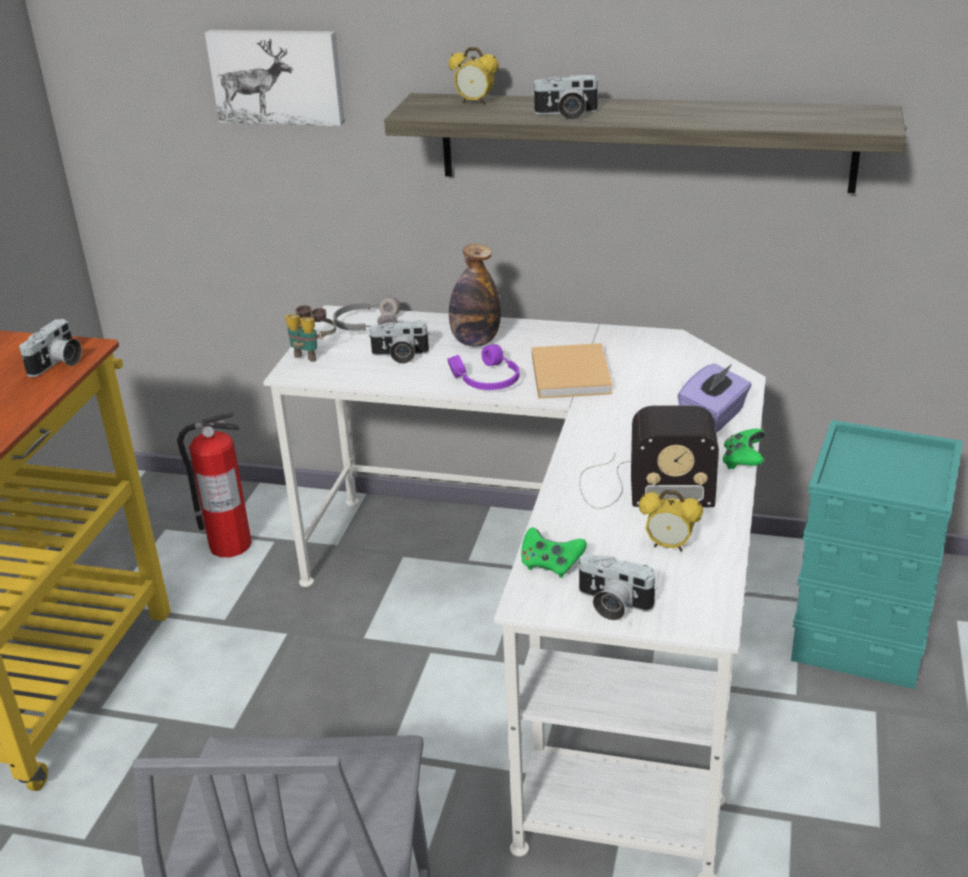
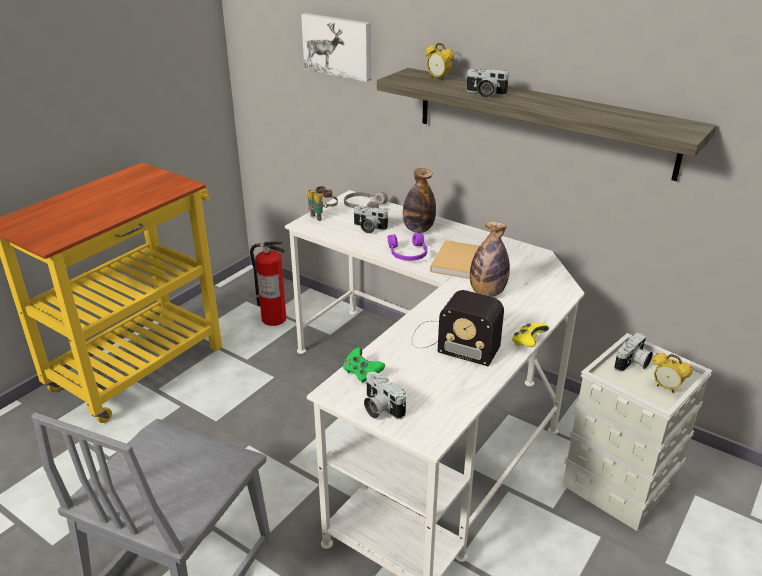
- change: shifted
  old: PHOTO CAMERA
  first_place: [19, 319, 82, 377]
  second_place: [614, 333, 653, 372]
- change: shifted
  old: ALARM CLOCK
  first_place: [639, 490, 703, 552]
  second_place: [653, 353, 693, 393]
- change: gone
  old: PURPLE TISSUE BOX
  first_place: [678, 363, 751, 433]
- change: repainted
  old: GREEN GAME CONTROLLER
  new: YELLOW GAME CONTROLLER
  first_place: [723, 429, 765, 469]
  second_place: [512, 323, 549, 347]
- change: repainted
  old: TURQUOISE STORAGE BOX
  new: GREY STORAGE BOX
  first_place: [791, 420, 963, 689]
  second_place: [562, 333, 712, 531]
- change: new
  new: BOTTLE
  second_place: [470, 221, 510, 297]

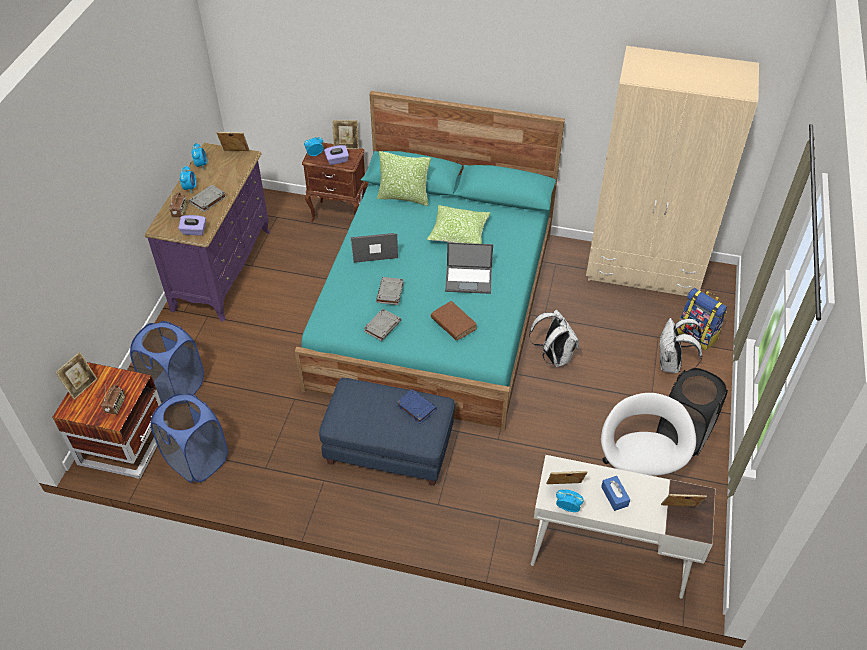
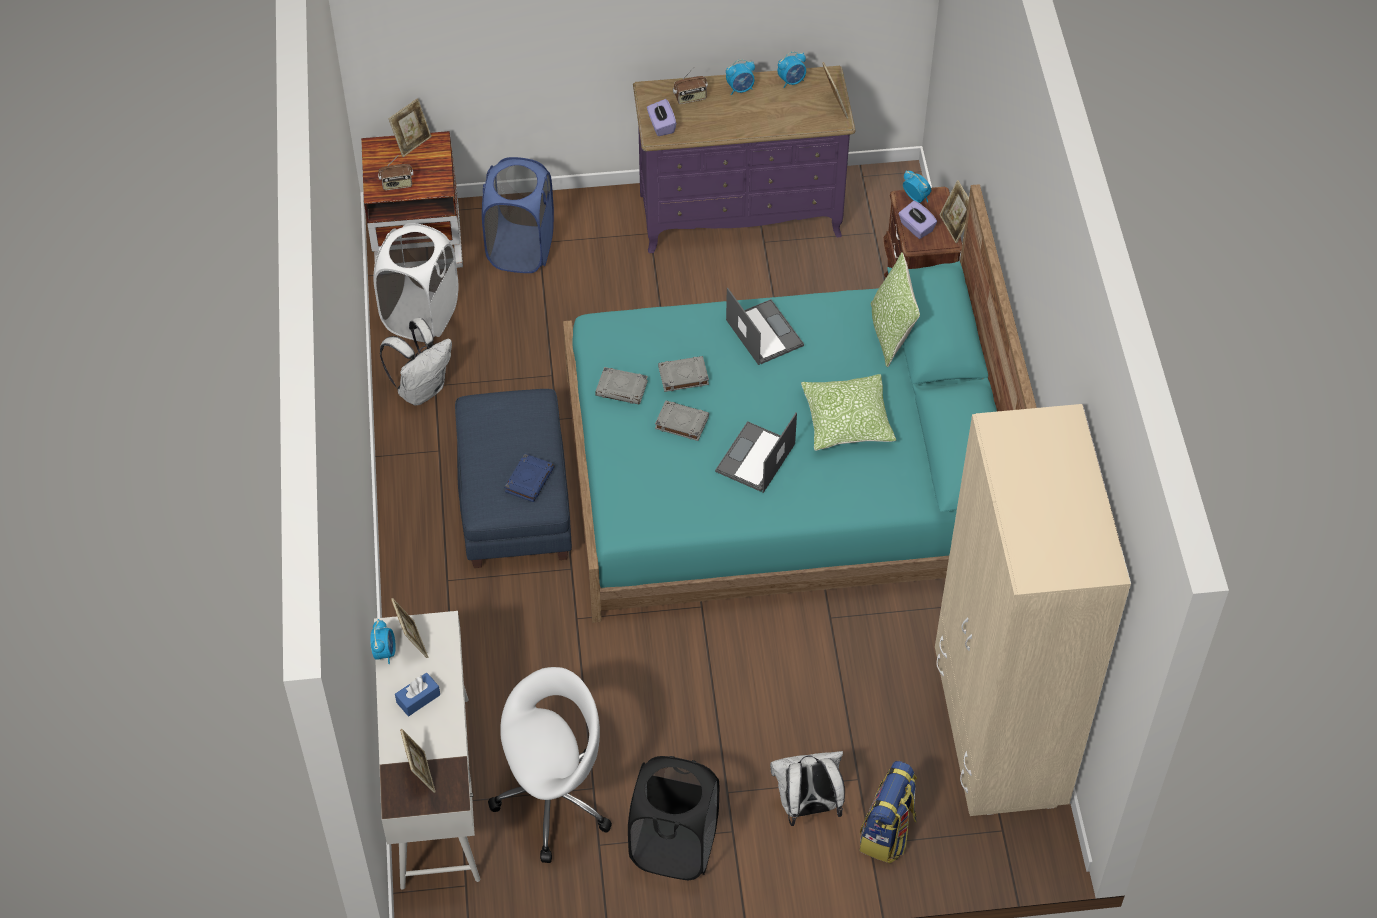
- change: rotated
  old: PICTURE FRAME
  first_place: [55, 352, 97, 400]
  second_place: [388, 98, 432, 157]
  degrees: -60
- change: repainted
  old: BLUE LAUNDRY BASKET
  new: WHITE LAUNDRY BASKET
  first_place: [151, 393, 228, 483]
  second_place: [373, 223, 459, 342]
- change: shifted
  old: GREY BOOK
  first_place: [189, 185, 226, 212]
  second_place: [655, 401, 709, 441]
- change: gone
  old: BROWN BOOK
  first_place: [431, 301, 477, 340]
- change: rotated
  old: LAPTOP
  first_place: [445, 242, 493, 294]
  second_place: [715, 412, 797, 493]
  degrees: 45
- change: shifted
  old: WHITE BACKPACK
  first_place: [529, 310, 579, 367]
  second_place: [380, 318, 452, 406]

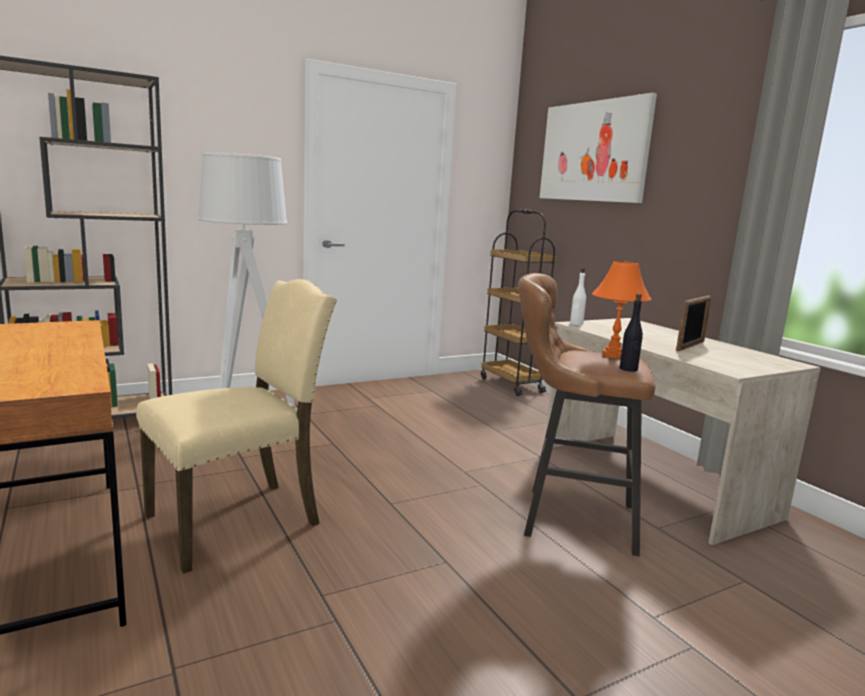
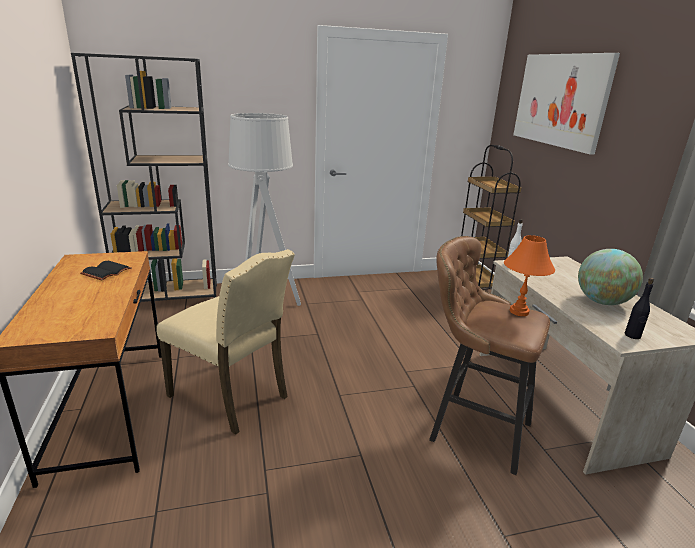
- change: rotated
  old: BEIGE CHAIR
  first_place: [136, 279, 337, 574]
  second_place: [156, 249, 295, 435]
  degrees: 60
- change: shifted
  old: BLACK BOTTLE
  first_place: [619, 294, 643, 372]
  second_place: [625, 278, 654, 339]
- change: swapped
  old: PICTURE FRAME
  new: GLOBE
  first_place: [676, 296, 711, 351]
  second_place: [578, 249, 643, 305]
- change: new
  new: BLACK BOOK
  second_place: [80, 260, 132, 280]

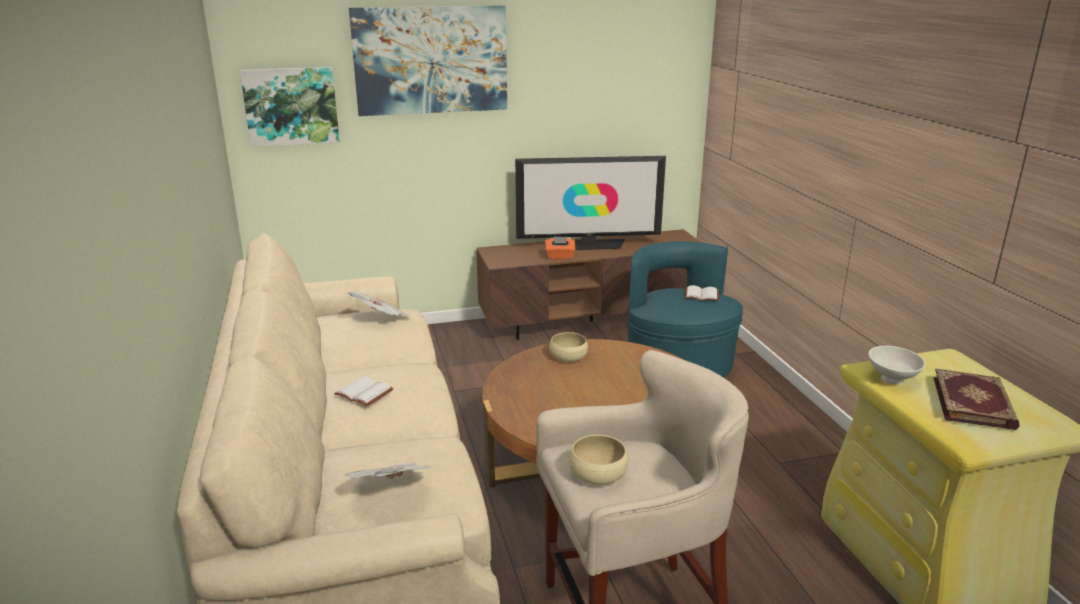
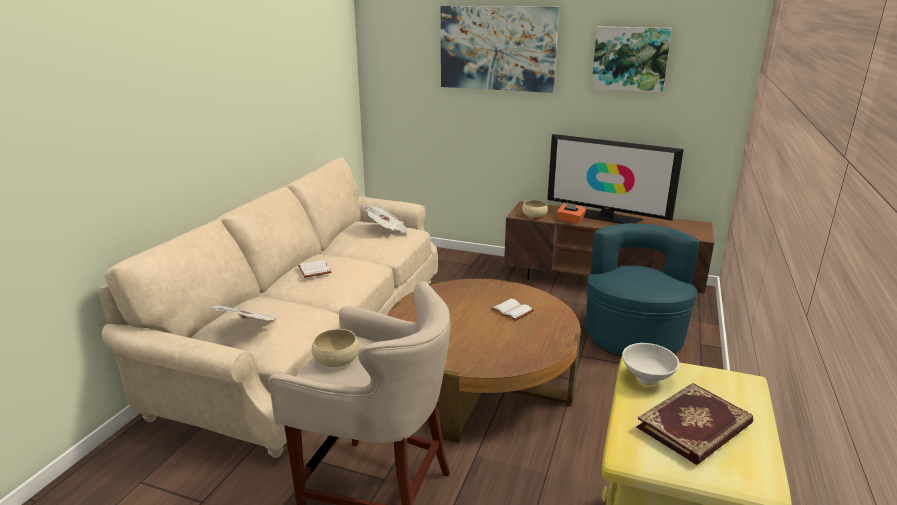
- change: shifted
  old: PICTURE
  first_place: [240, 67, 340, 147]
  second_place: [591, 27, 672, 93]
- change: shifted
  old: BEIGE BOWL
  first_place: [549, 332, 588, 362]
  second_place: [522, 200, 548, 218]
- change: shifted
  old: WHITE BOOK
  first_place: [685, 285, 719, 301]
  second_place: [491, 299, 534, 321]

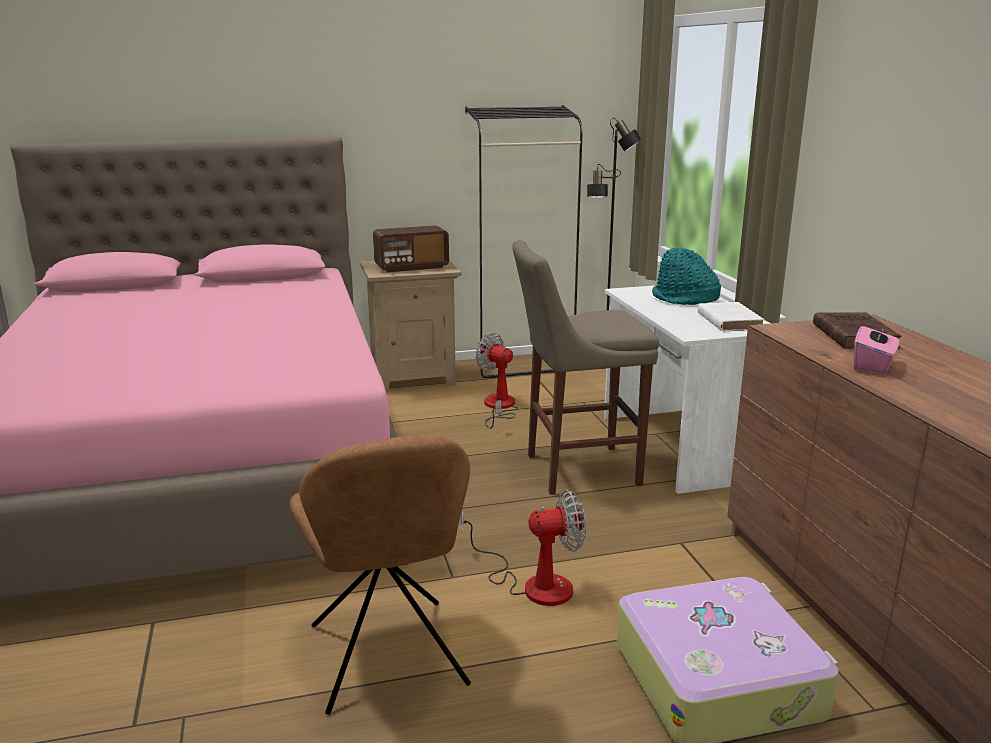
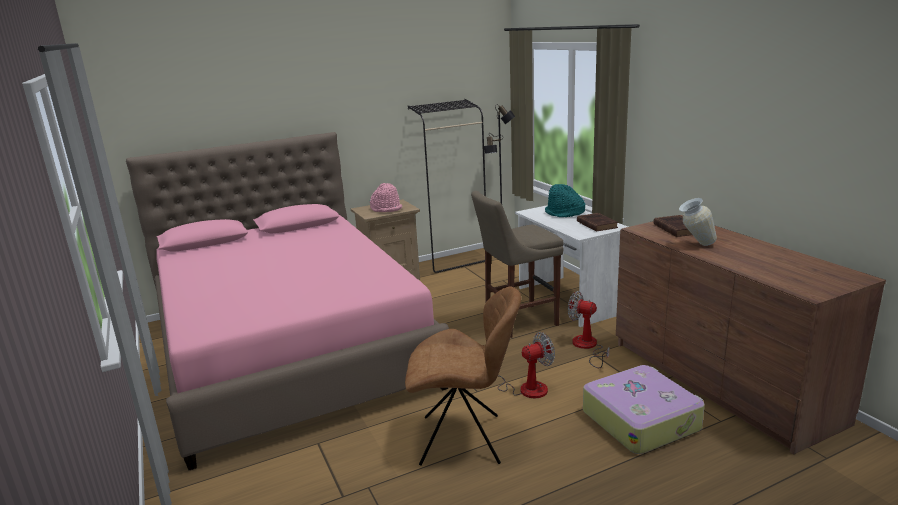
- change: rotated
  old: BROWN CHAIR
  first_place: [290, 435, 471, 715]
  second_place: [405, 286, 521, 466]
  degrees: -60
- change: swapped
  old: RADIO
  new: PINK HAT
  first_place: [373, 225, 449, 272]
  second_place: [370, 183, 402, 212]
- change: shifted
  old: FAN
  first_place: [475, 333, 518, 429]
  second_place: [568, 291, 609, 368]
- change: repainted
  old: WHITE BOOK
  new: BROWN BOOK
  first_place: [698, 302, 765, 331]
  second_place: [577, 213, 618, 232]
- change: swapped
  old: PINK TISSUE BOX
  new: VASE
  first_place: [854, 322, 899, 375]
  second_place: [679, 198, 717, 246]

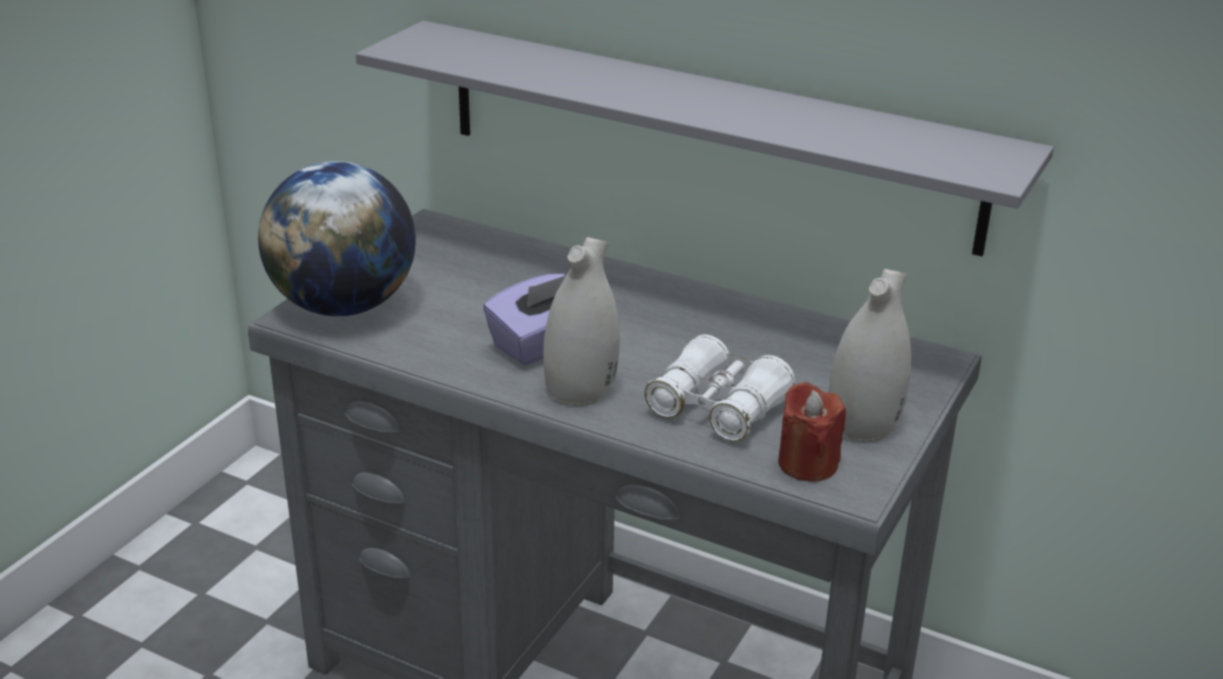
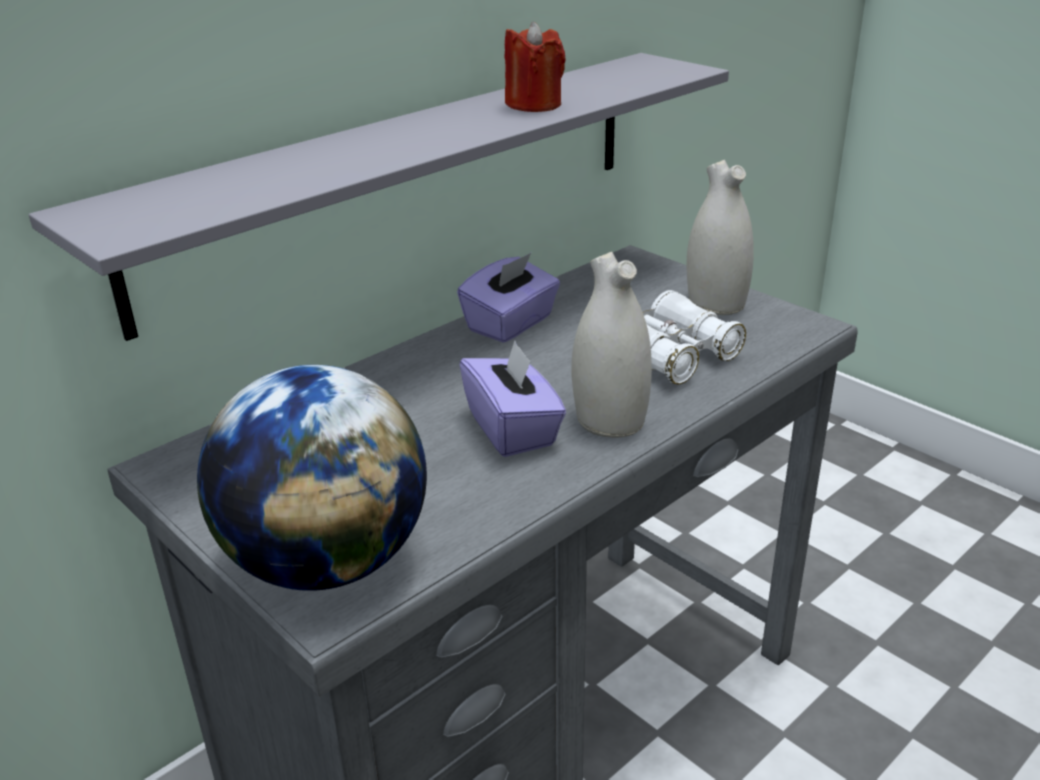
- change: shifted
  old: RED CANDLE
  first_place: [778, 382, 846, 482]
  second_place: [505, 21, 566, 112]
- change: new
  new: PURPLE TISSUE BOX
  second_place: [457, 253, 560, 343]

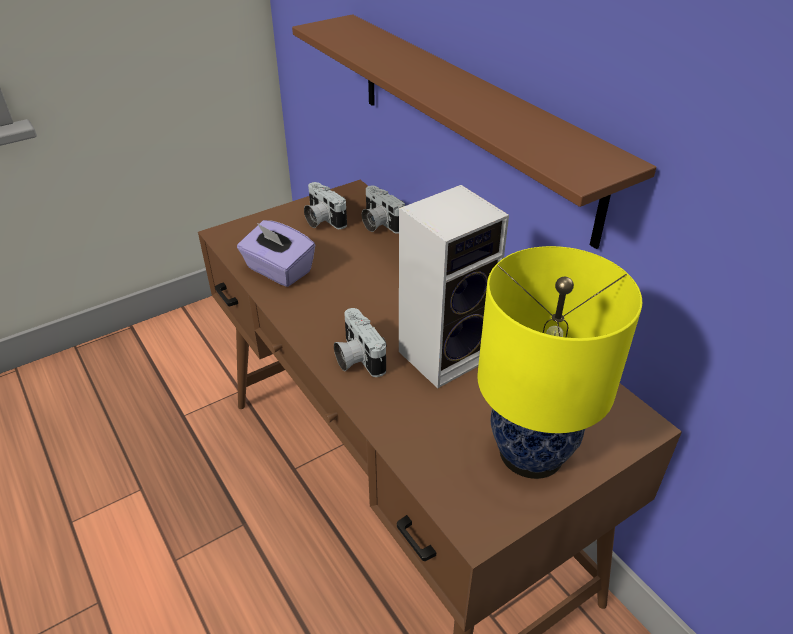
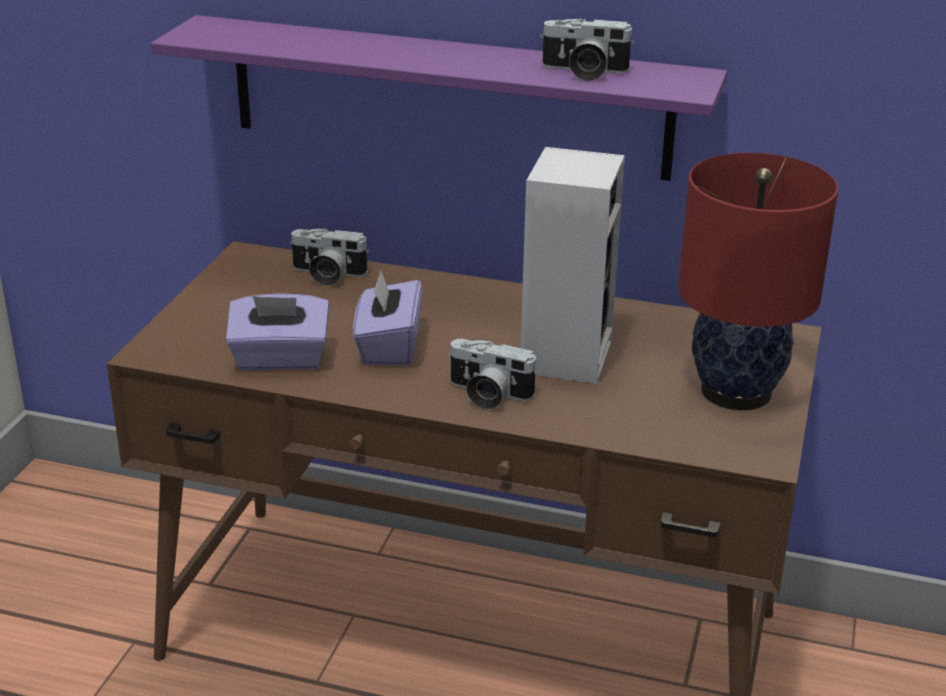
- change: repainted
  old: BROWN SHELF
  new: PURPLE SHELF
  first_place: [292, 14, 656, 249]
  second_place: [151, 15, 727, 181]
- change: shifted
  old: PHOTO CAMERA
  first_place: [304, 182, 347, 229]
  second_place: [540, 19, 634, 81]
- change: repainted
  old: YELLOW TABLE LAMP
  new: RED TABLE LAMP
  first_place: [477, 246, 642, 479]
  second_place: [678, 153, 838, 410]
- change: new
  new: PURPLE TISSUE BOX
  second_place: [353, 271, 422, 366]

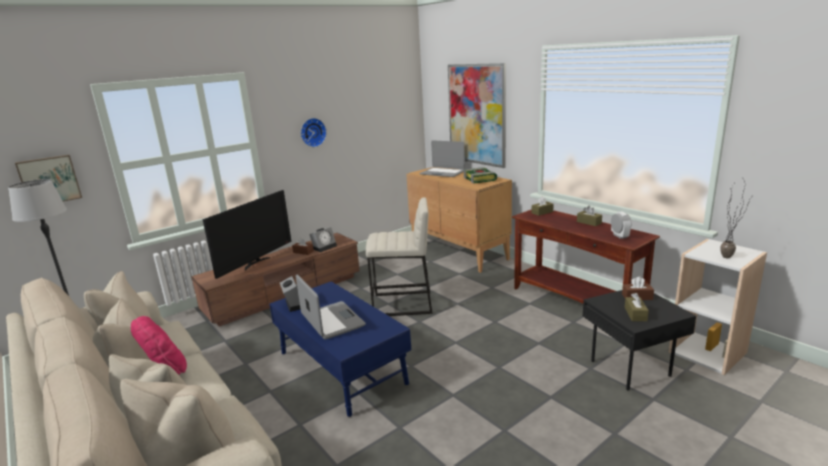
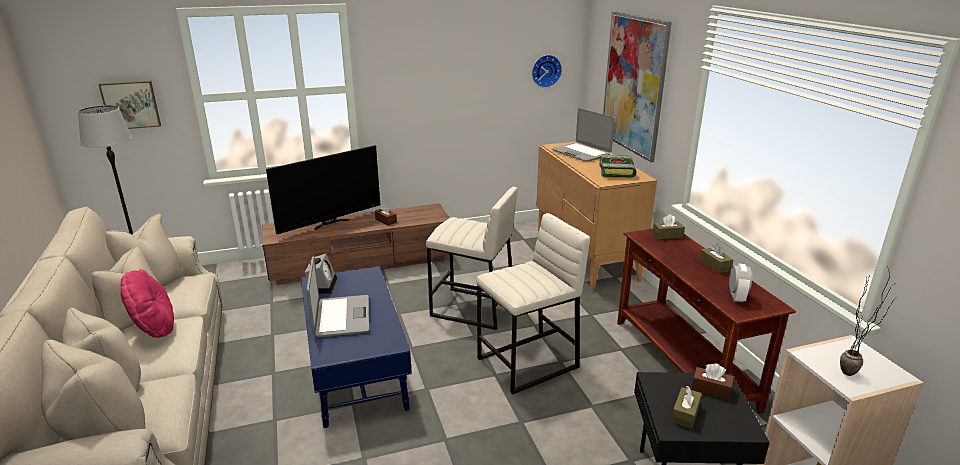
- change: shifted
  old: WALL CLOCK
  first_place: [301, 118, 327, 147]
  second_place: [532, 55, 562, 88]
- change: gone
  old: ALARM CLOCK
  first_place: [309, 227, 337, 252]
- change: new
  new: BEIGE STOOL
  second_place: [476, 213, 590, 395]

